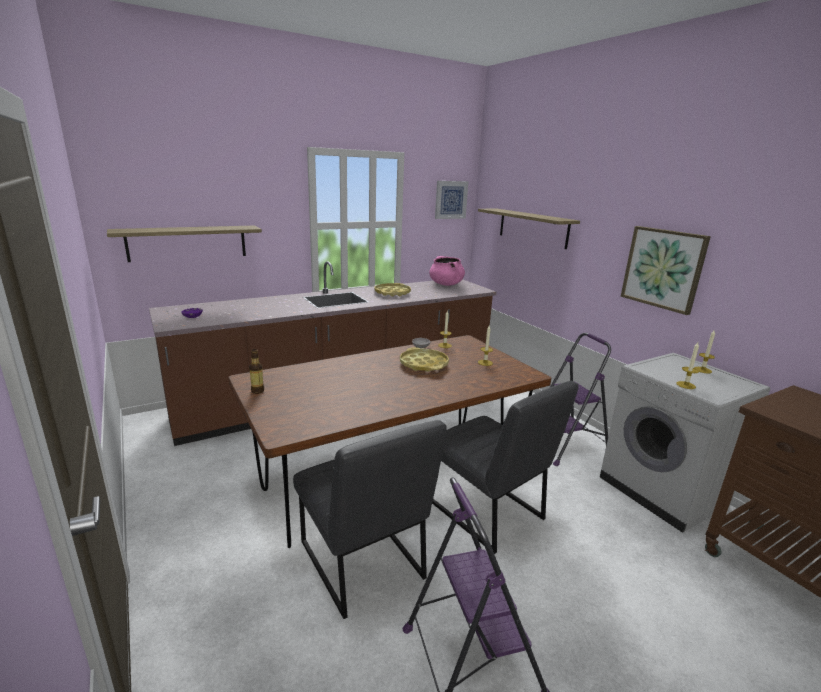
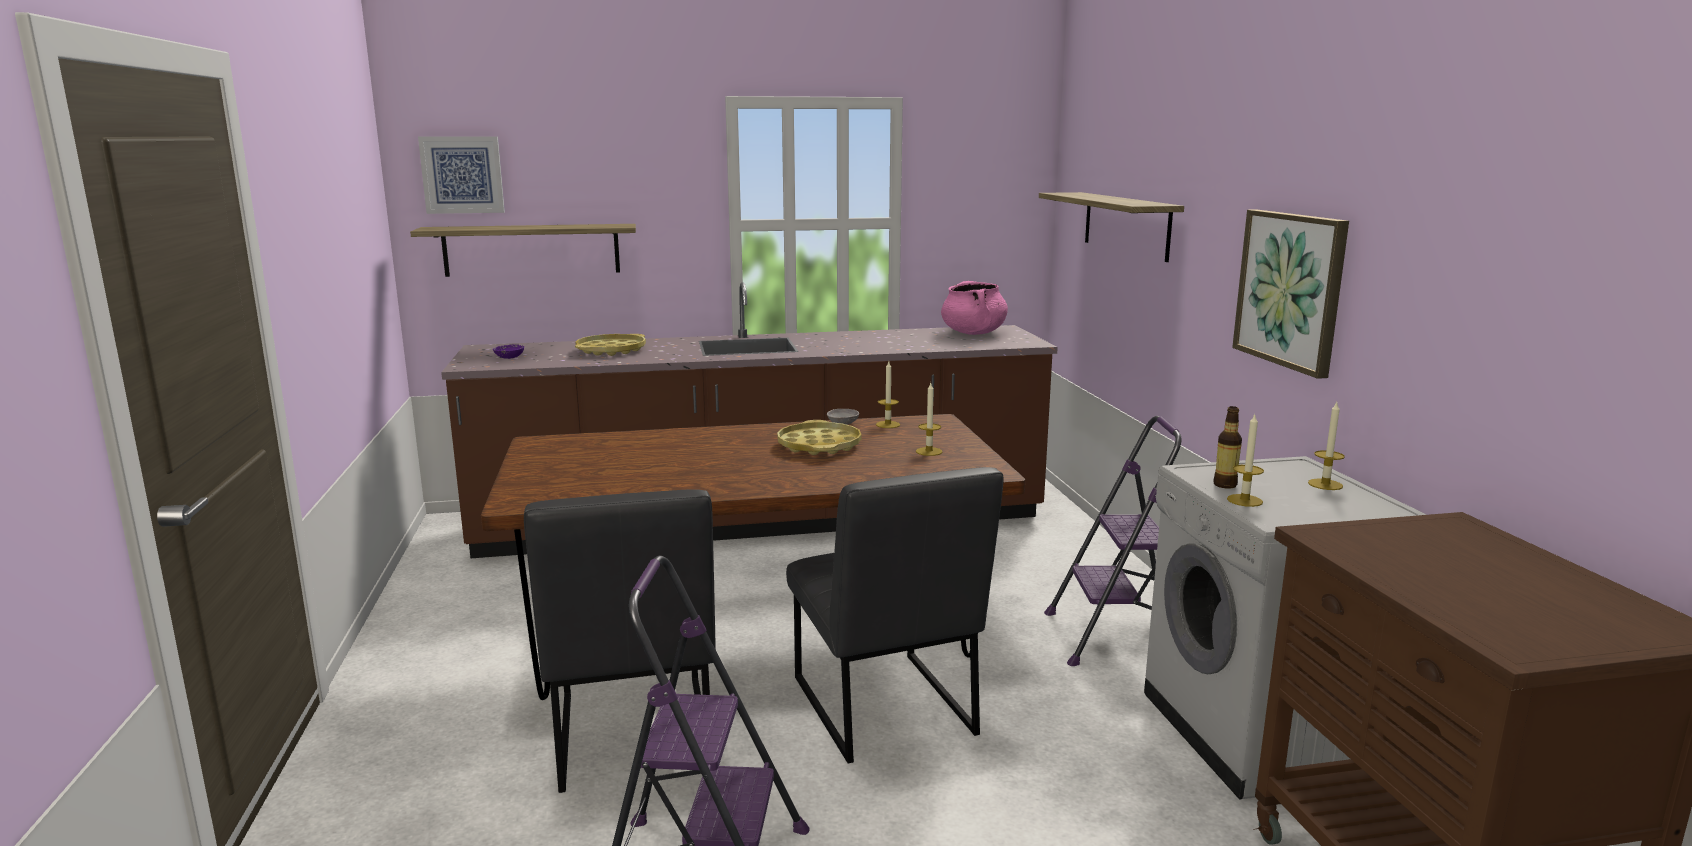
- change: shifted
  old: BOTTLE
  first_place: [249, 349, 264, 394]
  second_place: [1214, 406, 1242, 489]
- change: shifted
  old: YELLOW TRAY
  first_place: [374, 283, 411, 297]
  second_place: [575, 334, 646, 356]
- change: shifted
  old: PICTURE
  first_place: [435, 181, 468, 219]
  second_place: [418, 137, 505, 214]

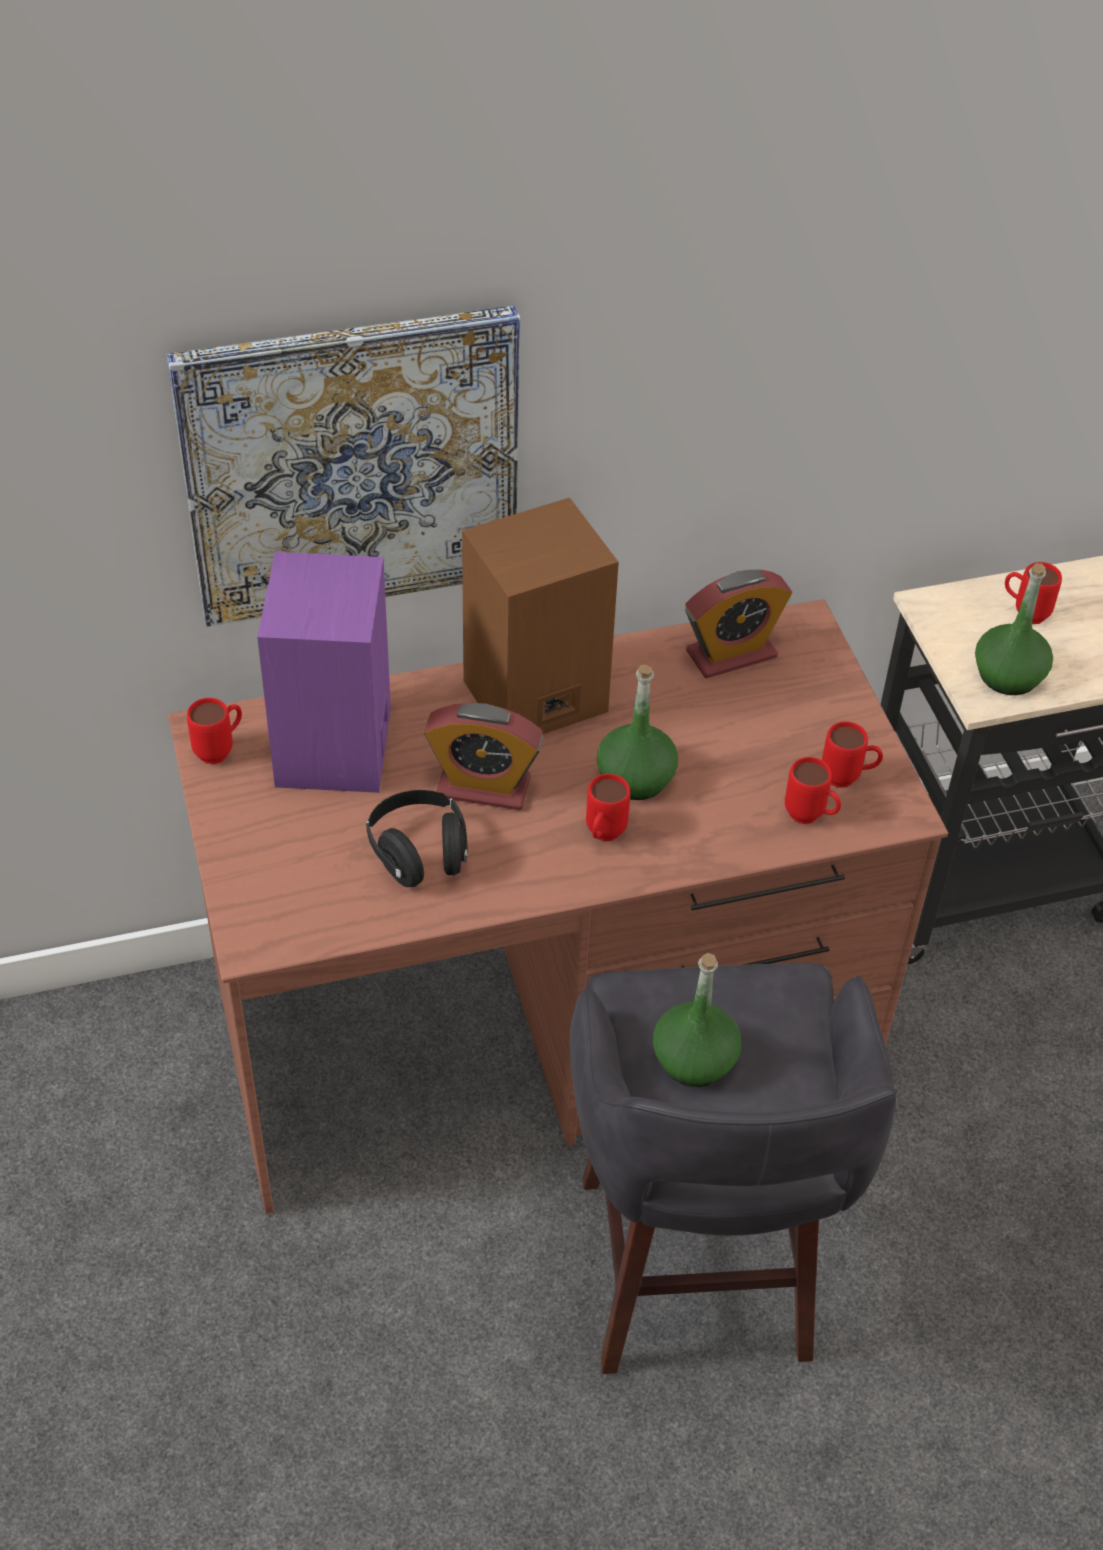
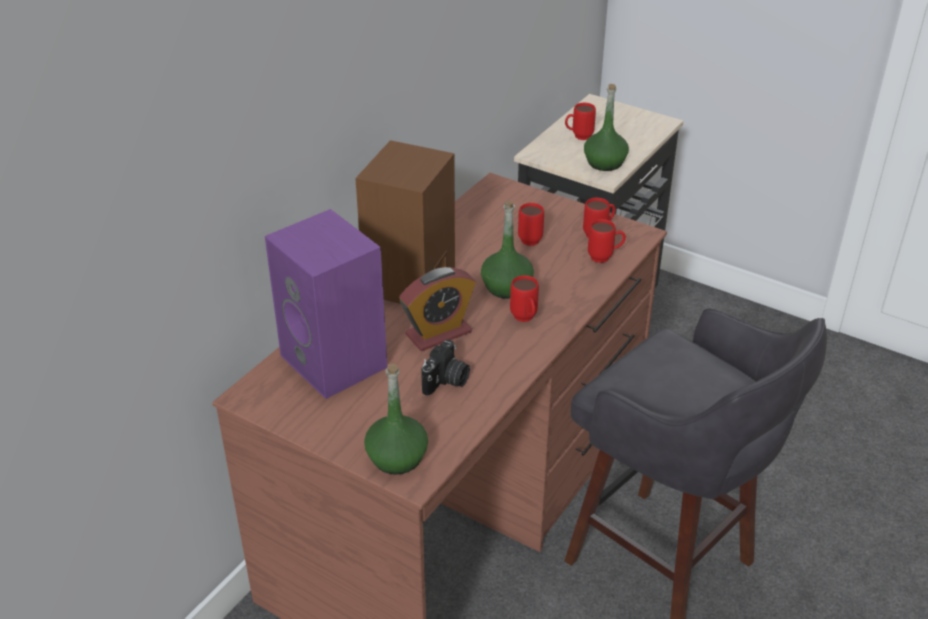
- change: gone
  old: PICTURE
  first_place: [167, 305, 520, 627]
- change: shifted
  old: RED MUG
  first_place: [187, 698, 242, 764]
  second_place: [518, 203, 544, 246]
- change: swapped
  old: BLACK HEADPHONES
  new: PHOTO CAMERA
  first_place: [366, 790, 468, 887]
  second_place: [421, 339, 470, 396]
- change: shifted
  old: GREEN BOTTLE
  first_place: [653, 953, 741, 1087]
  second_place: [364, 364, 428, 475]
- change: gone
  old: ALARM CLOCK
  first_place: [685, 570, 792, 678]

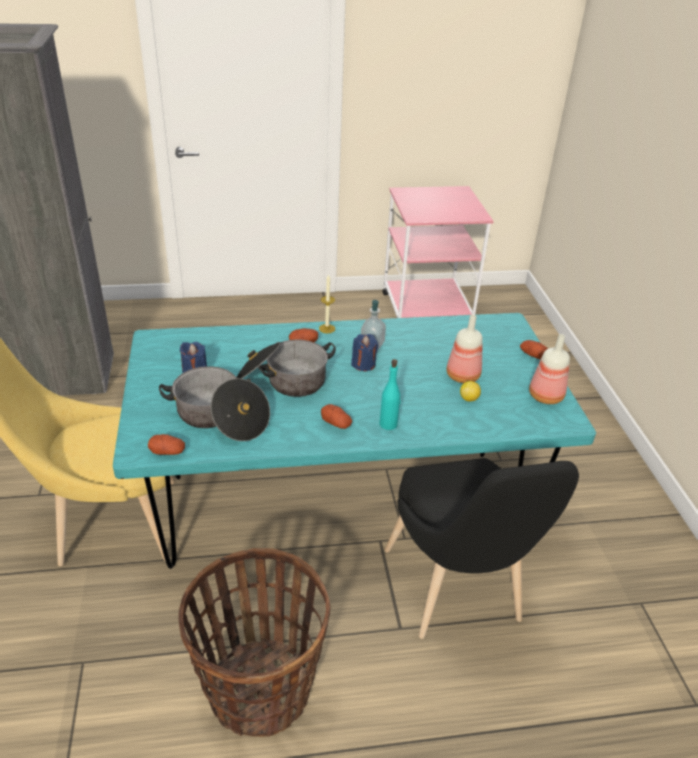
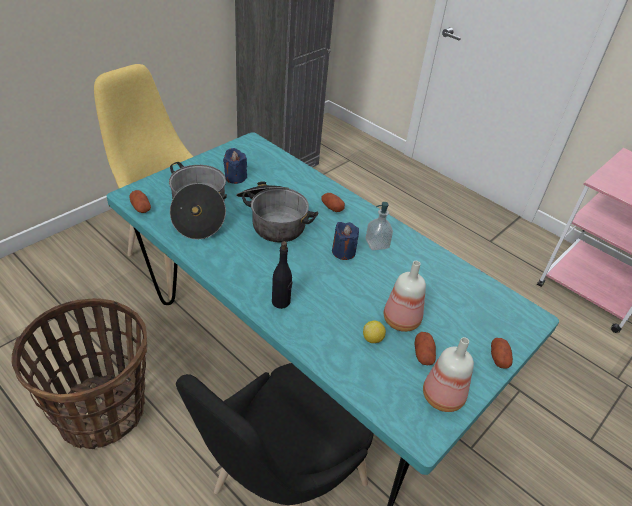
- change: gone
  old: CANDLE
  first_place: [319, 274, 335, 333]
- change: shifted
  old: POTATO
  first_place: [321, 404, 352, 429]
  second_place: [414, 332, 436, 365]
- change: repainted
  old: TURQUOISE BOTTLE
  new: BLACK BOTTLE
  first_place: [380, 359, 401, 430]
  second_place: [272, 241, 293, 309]

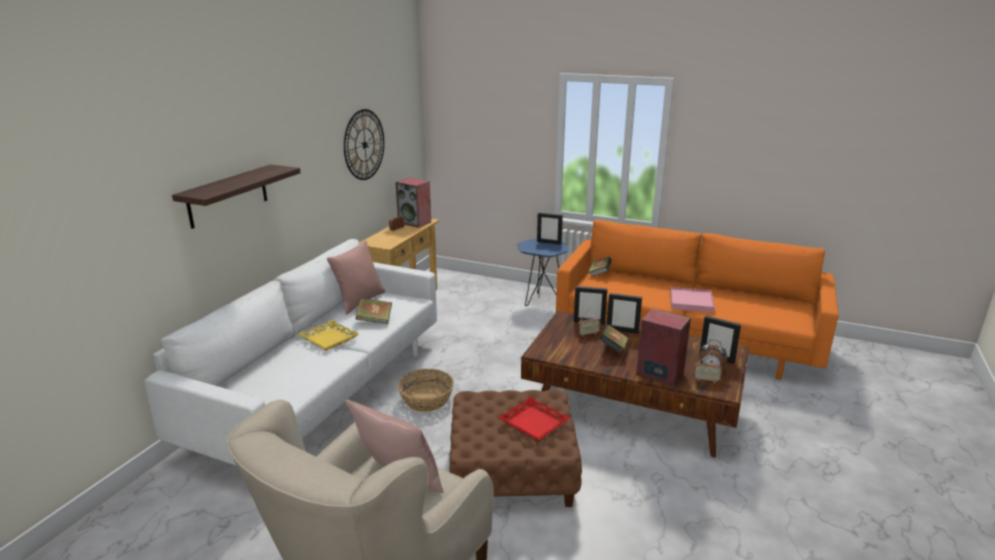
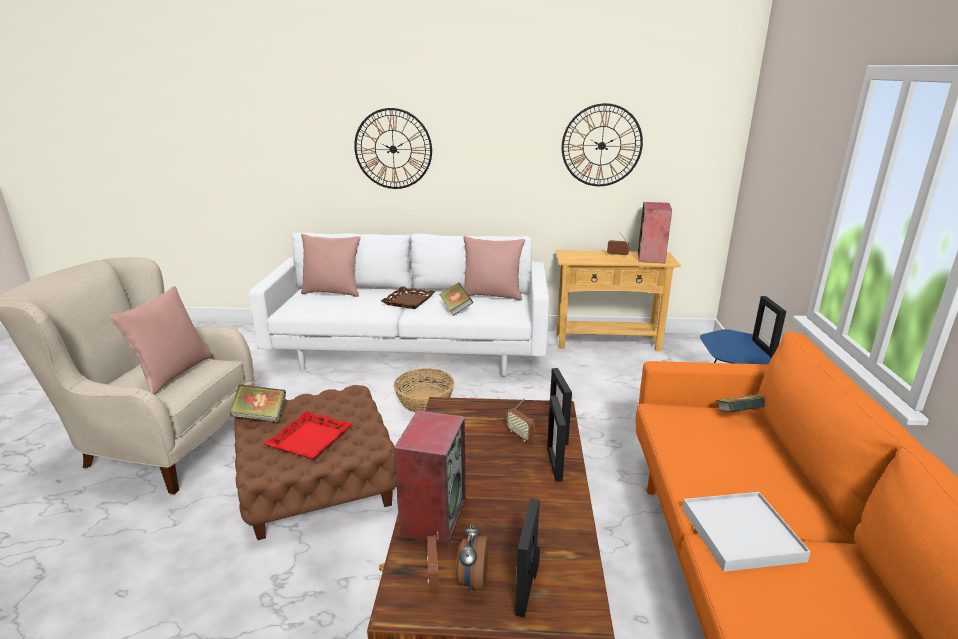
- change: swapped
  old: SHELF
  new: WALL CLOCK
  first_place: [172, 164, 301, 229]
  second_place: [354, 108, 432, 189]
- change: repainted
  old: YELLOW TRAY
  new: BROWN TRAY
  first_place: [298, 320, 359, 351]
  second_place: [381, 286, 435, 309]
- change: shifted
  old: BOOK
  first_place: [599, 325, 628, 354]
  second_place: [230, 384, 286, 422]
- change: repainted
  old: PINK TRAY
  new: WHITE TRAY
  first_place: [670, 287, 715, 313]
  second_place: [682, 492, 811, 572]
- change: new
  new: PINK PILLOW
  second_place: [301, 234, 361, 297]

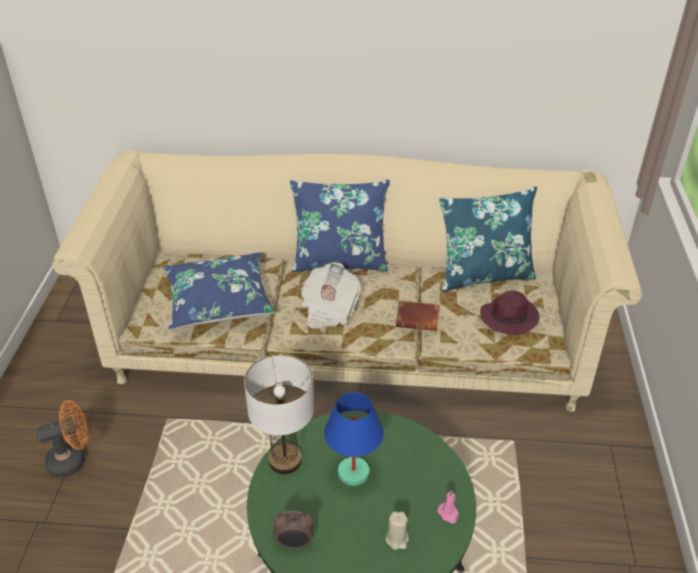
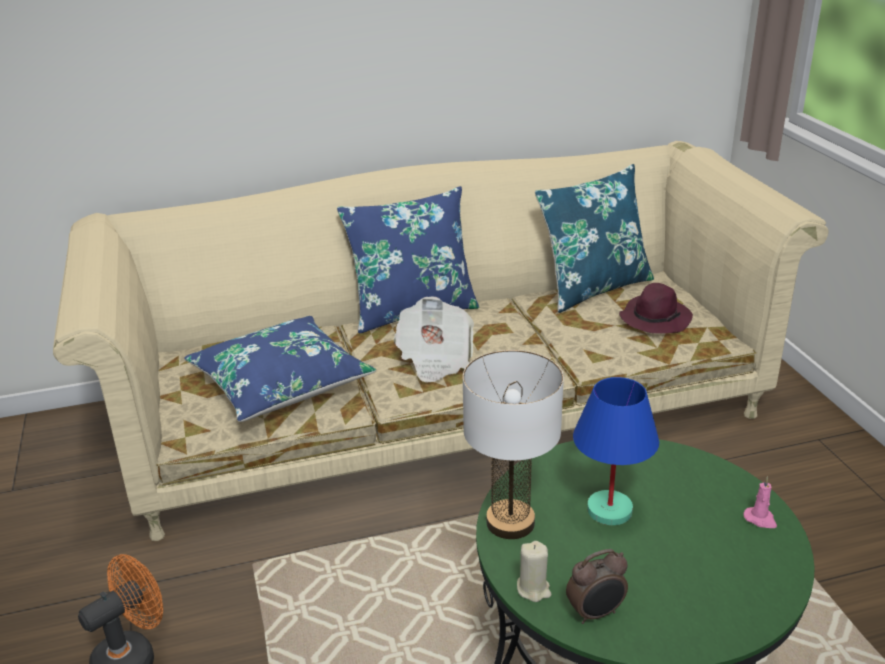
- change: shifted
  old: BEIGE CANDLE
  first_place: [386, 511, 409, 550]
  second_place: [517, 541, 551, 602]
- change: gone
  old: BROWN BOOK
  first_place: [396, 301, 440, 331]

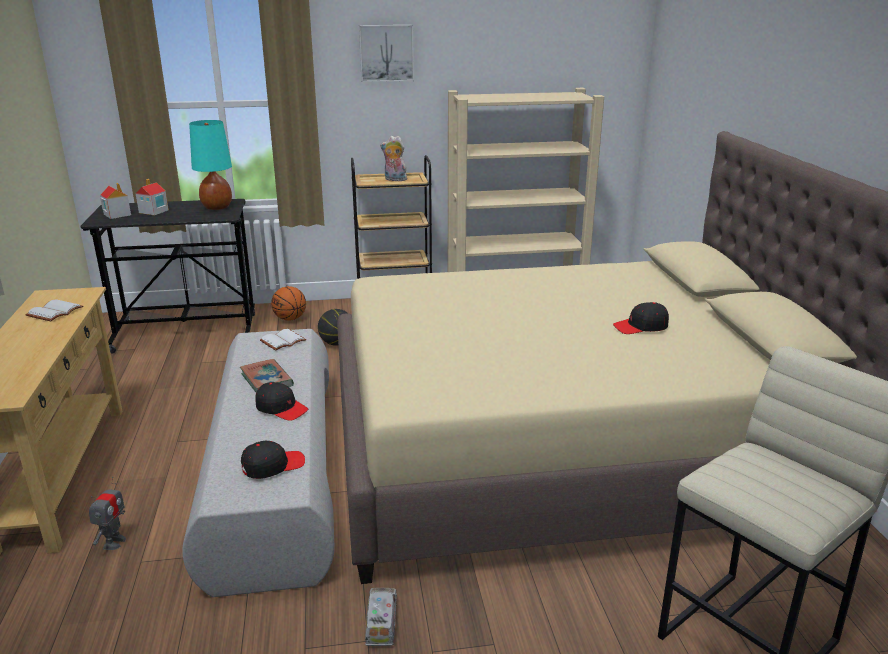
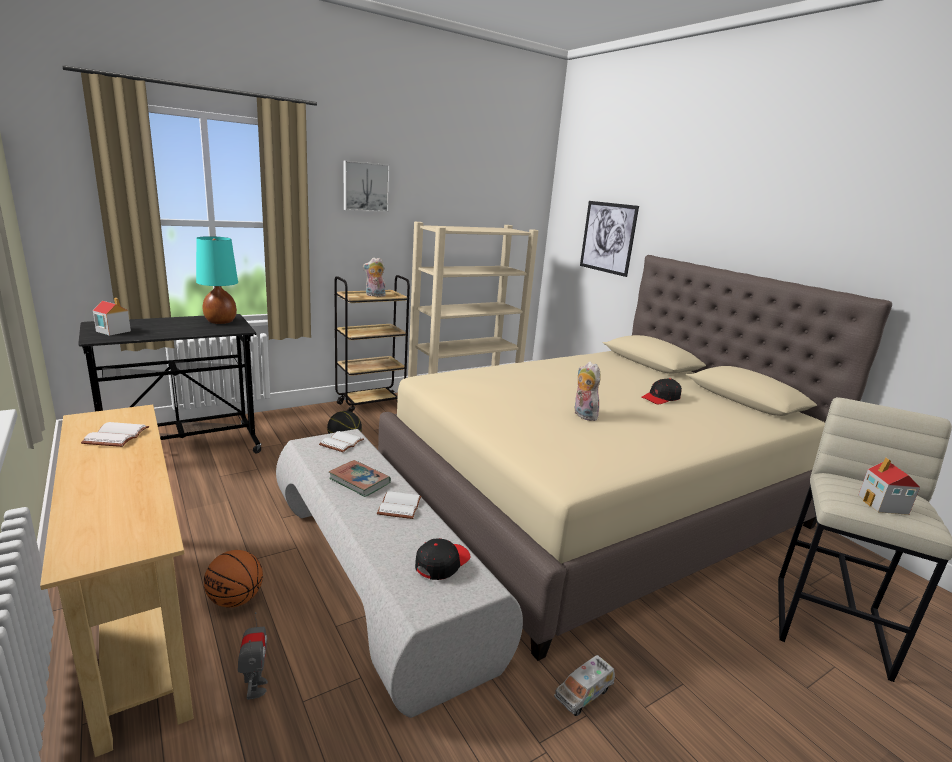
- change: shifted
  old: TOY HOUSE
  first_place: [136, 179, 169, 215]
  second_place: [858, 458, 920, 515]
- change: swapped
  old: BLACK CAP
  new: WHITE BOOK
  first_place: [255, 382, 308, 421]
  second_place: [377, 491, 421, 519]
- change: shifted
  old: BASKETBALL
  first_place: [271, 286, 306, 321]
  second_place: [204, 550, 263, 608]
- change: rotated
  old: TOY TRUCK
  first_place: [365, 588, 397, 646]
  second_place: [554, 655, 615, 716]
  degrees: -105
- change: new
  new: PLUSH TOY
  second_place: [575, 362, 601, 421]
- change: new
  new: PICTURE
  second_place: [580, 201, 639, 277]

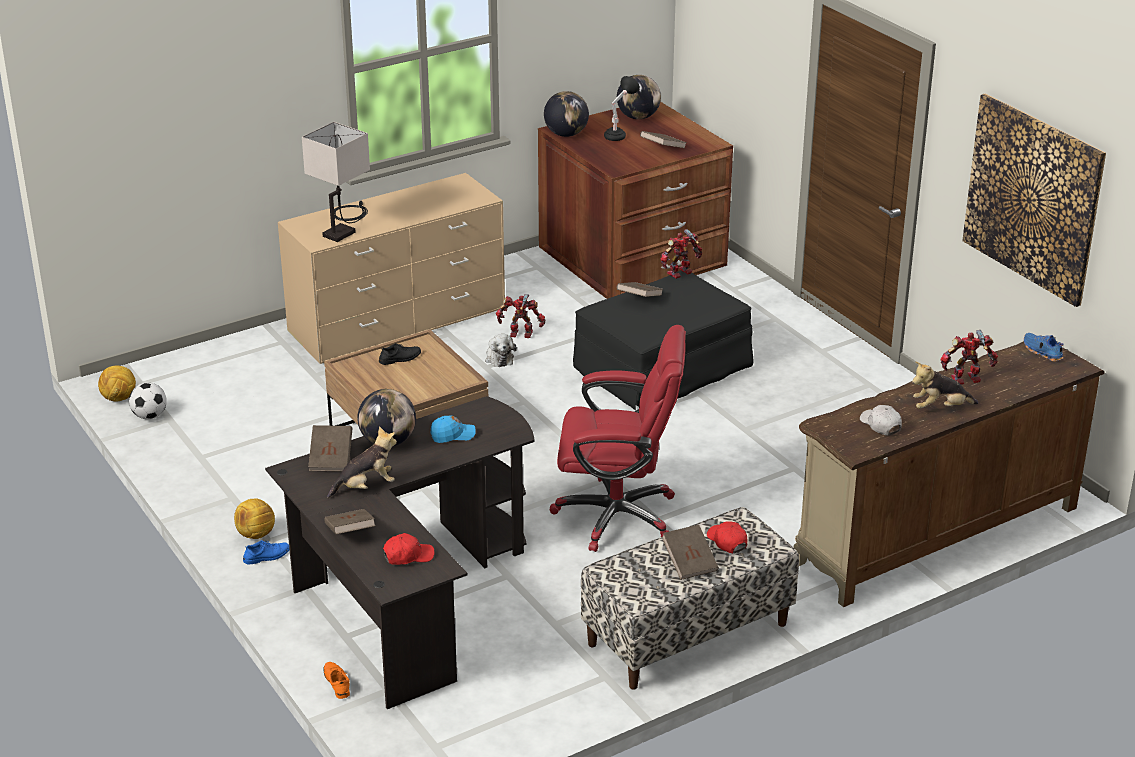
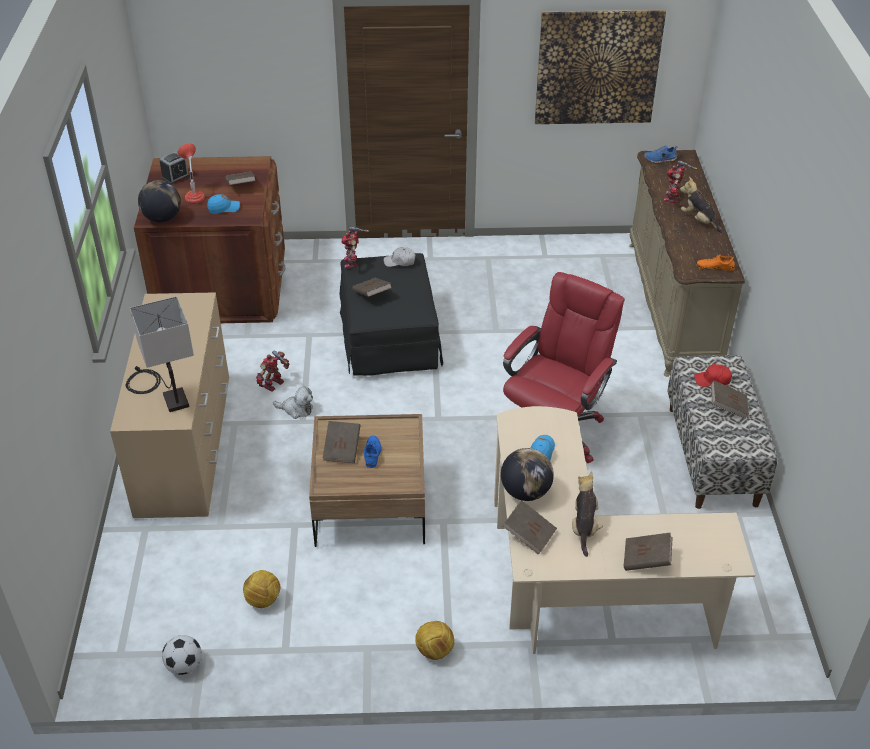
- change: shifted
  old: FOOTBALL
  first_place: [98, 365, 136, 401]
  second_place: [243, 570, 281, 608]
- change: shifted
  old: BLUE SHOE
  first_place: [243, 540, 290, 565]
  second_place: [364, 435, 381, 468]
- change: repainted
  old: BLACK DESK
  new: BEIGE DESK
  first_place: [265, 396, 535, 709]
  second_place: [494, 406, 755, 654]
- change: shifted
  old: ORANGE SHOE
  first_place: [323, 662, 350, 699]
  second_place: [696, 254, 735, 271]
- change: swapped
  old: BLACK SHOE
  new: BROWN BOOK
  first_place: [379, 343, 421, 365]
  second_place: [323, 421, 361, 463]
- change: gone
  old: RED CAP
  first_place: [383, 533, 435, 565]
- change: repainted
  old: BLACK TABLE LAMP
  new: RED TABLE LAMP
  first_place: [604, 76, 640, 141]
  second_place: [177, 143, 205, 204]
- change: swapped
  old: GLOBE
  new: ALARM CLOCK
  first_place: [617, 75, 661, 119]
  second_place: [159, 151, 190, 184]
- change: shifted
  old: WHITE CAP
  first_place: [860, 405, 902, 436]
  second_place: [384, 247, 415, 267]
- change: rotated
  old: PLUSH TOY
  first_place: [912, 361, 979, 409]
  second_place: [680, 177, 723, 233]
  degrees: 120
- change: new
  new: BLUE CAP
  second_place: [207, 194, 240, 214]

